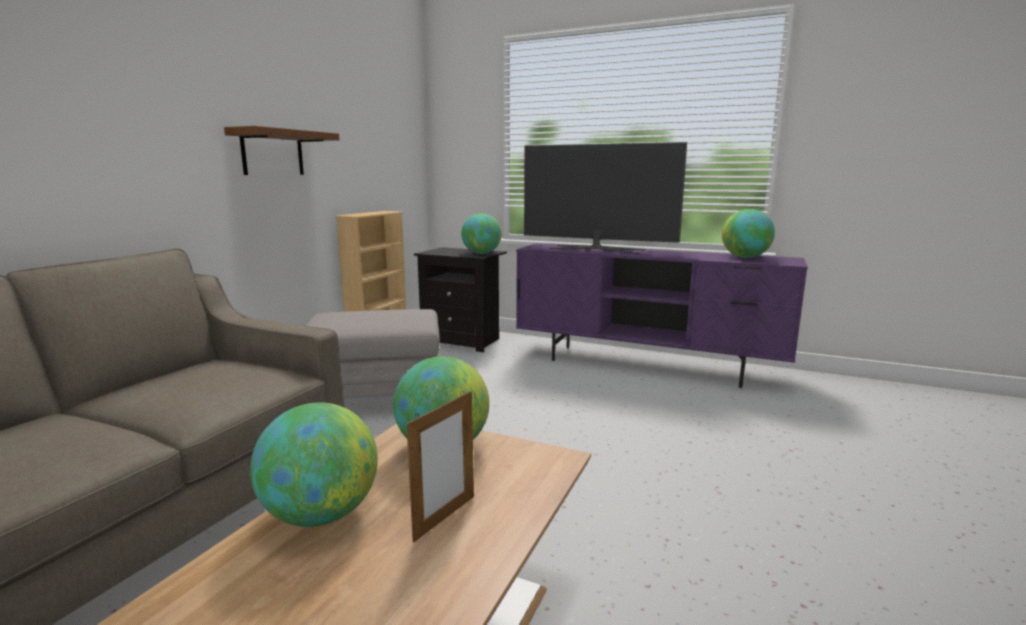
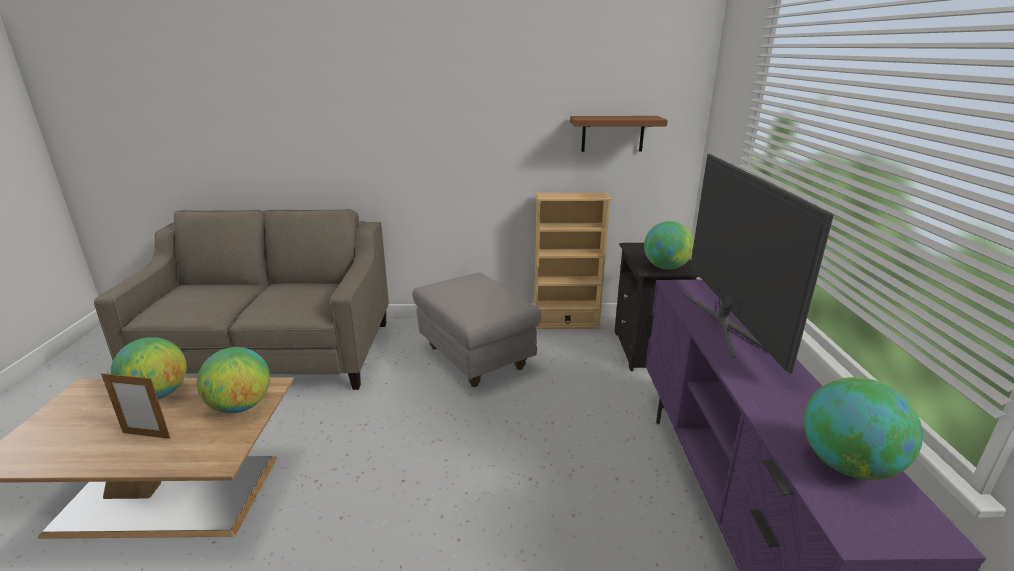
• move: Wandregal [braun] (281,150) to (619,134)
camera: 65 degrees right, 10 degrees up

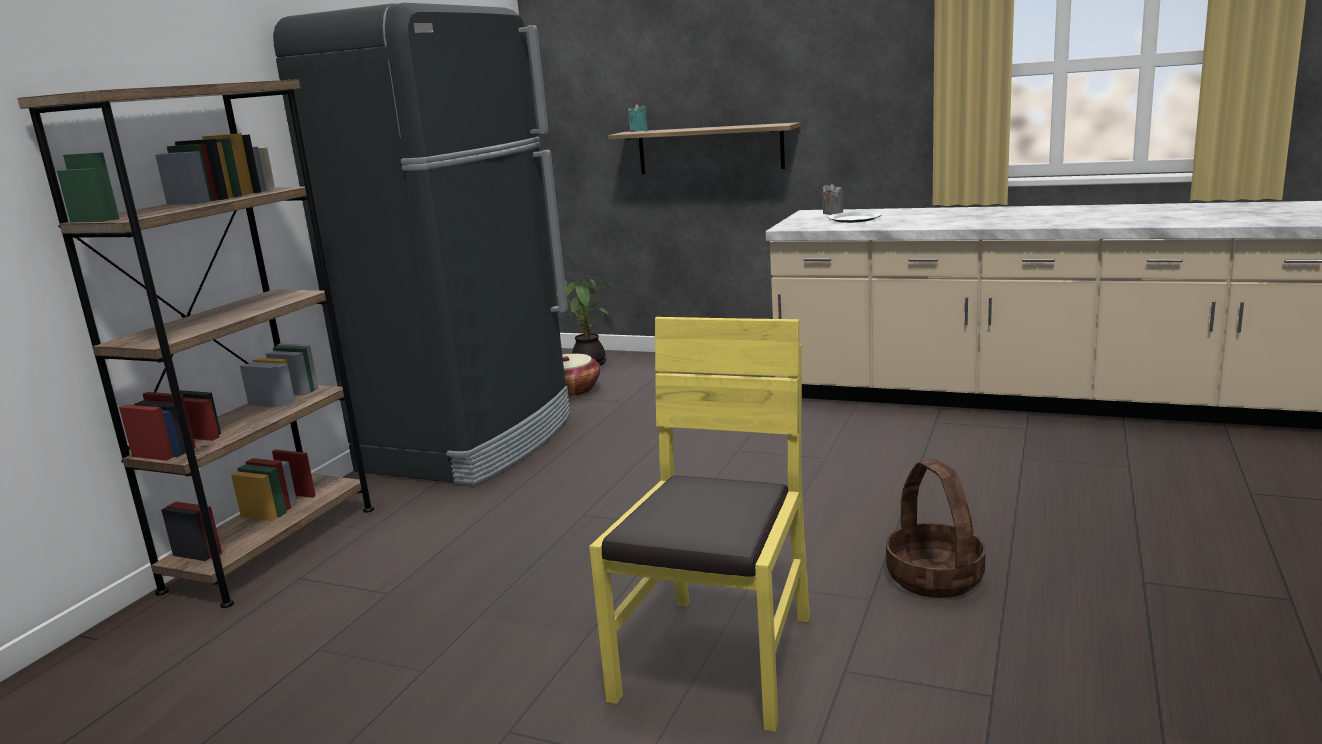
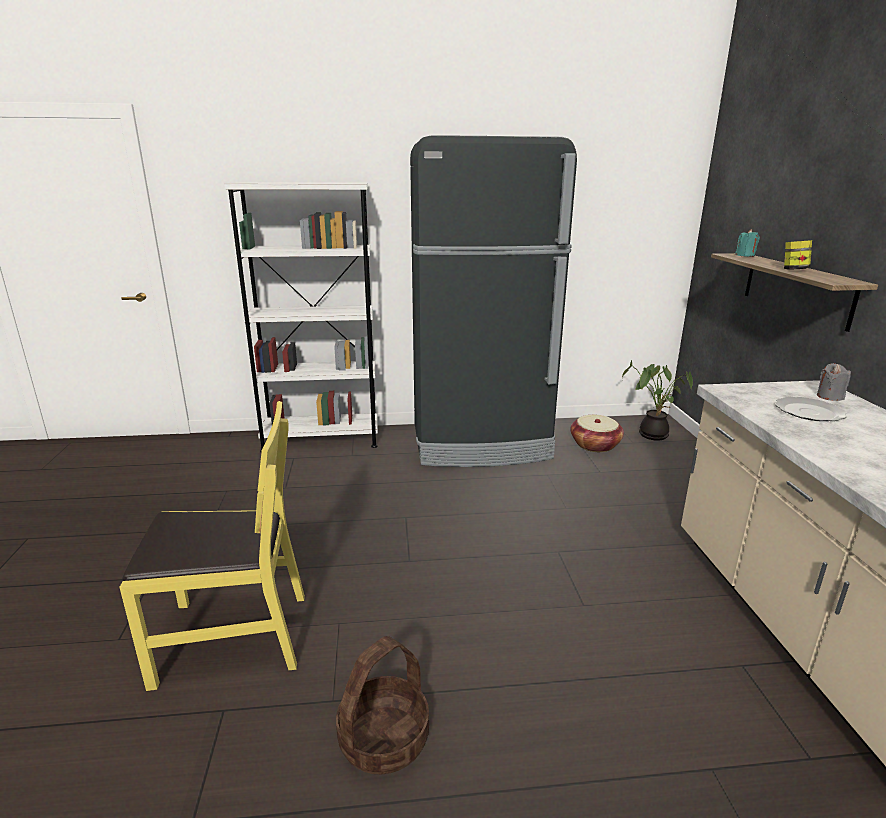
• recolor: Bücherregal [braun] (195,343) to Bücherregal [weiß] (301,317)
• insert: Vorratsglas (798,255)
camera: 60 degrees right, 5 degrees up

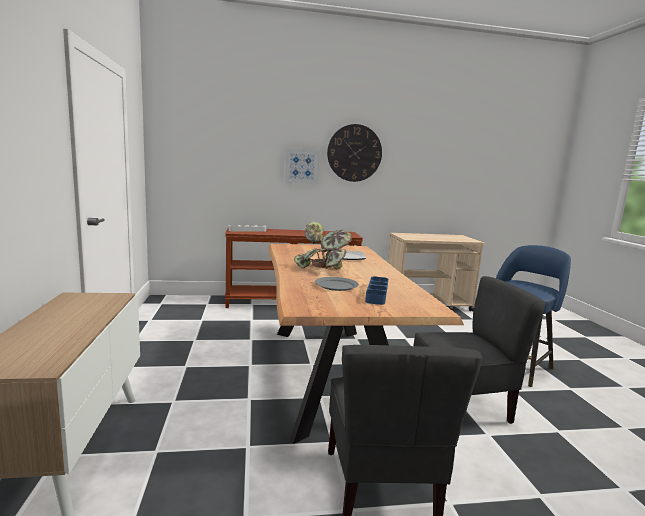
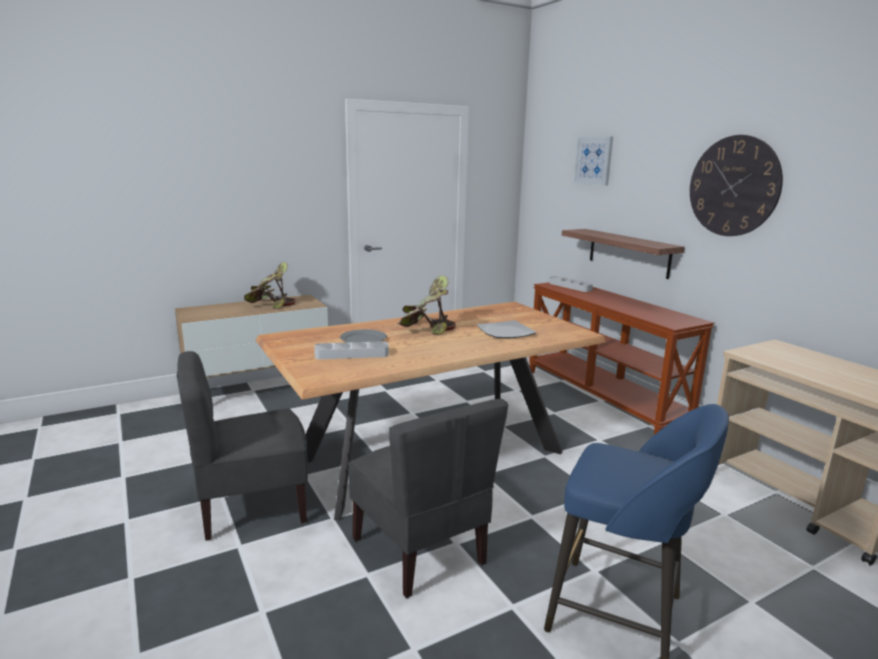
• move: Bild (302,166) to (593,161)
• recolor: Tablett [blau] (376,290) to Tablett [grau] (351,350)
• insert: Topfpflanze (270,285)
• insert: Wandregal (623,254)
camera: 70 degrees right, 5 degrees up

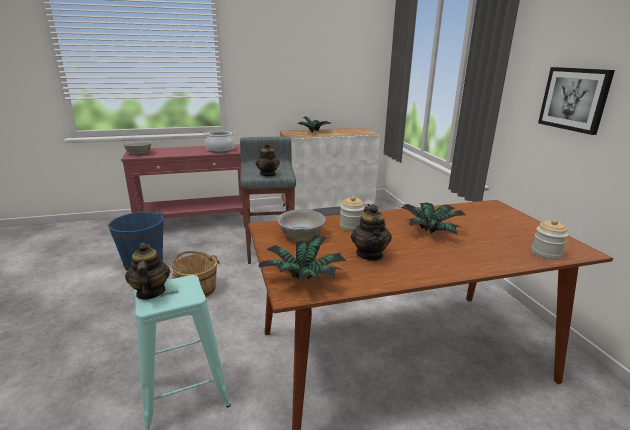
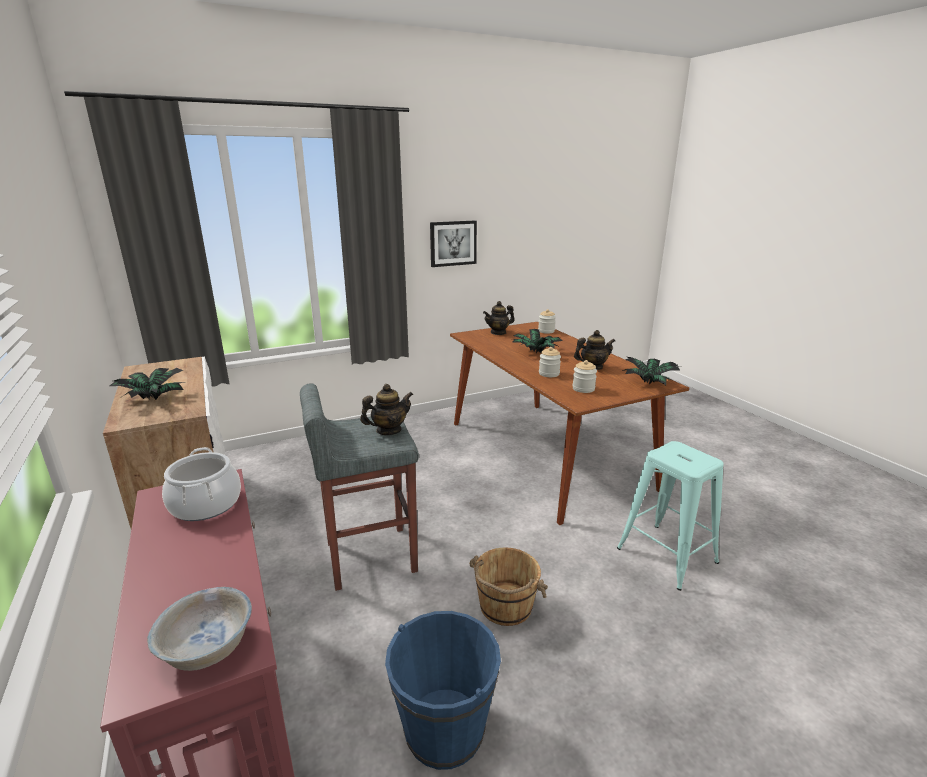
• move: Teekanne (147,271) to (499,318)
• replace: Schüssel [weiß] (301,225) to Vorratsglas (584,376)
camera: 100 degrees left, 0 degrees up

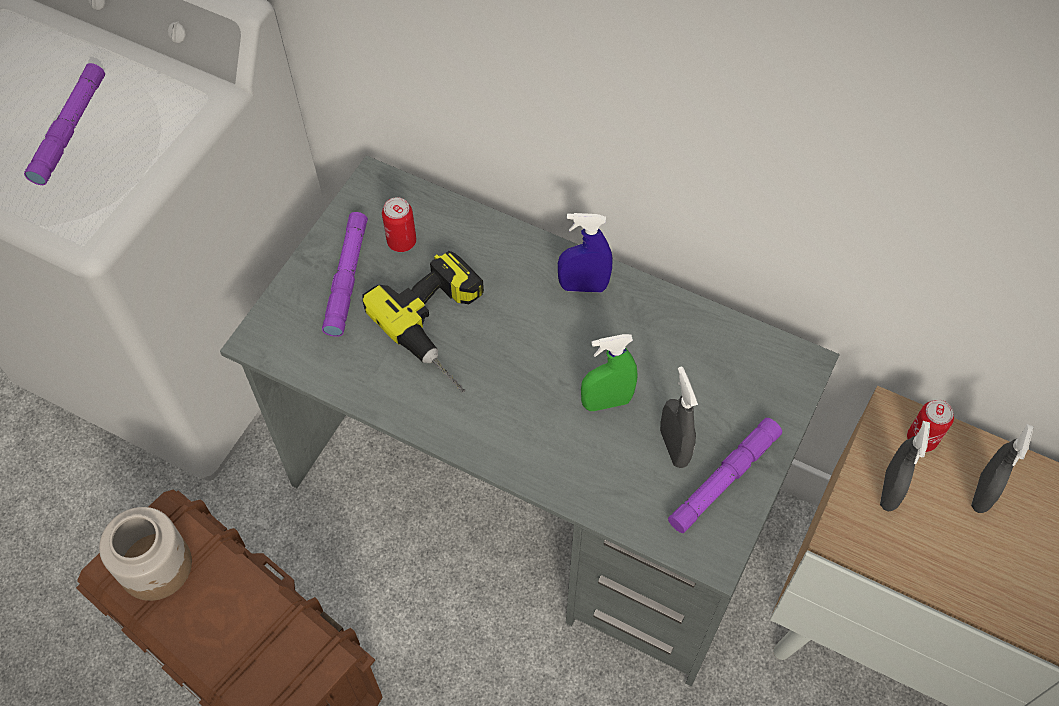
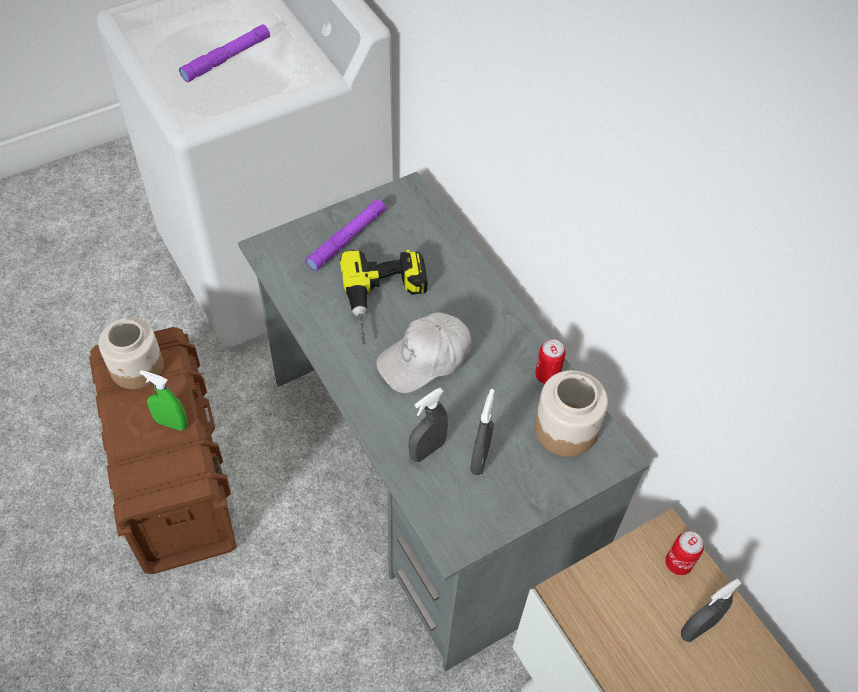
• move: Dose (399,224) to (550,361)
• delete: Sprühflasche [blau] (585,252)
• move: Sprühflasche [grün] (609,372) to (164,400)
• delete: Taschenlampe [lila] (725,475)
• move: Sprühflasche [grau] (905,466) to (428,425)
• insert: Kappe [weiß] (423,352)
• insert: Vorratsglas (571,413)
camera: 30 degrees right, 5 degrees down

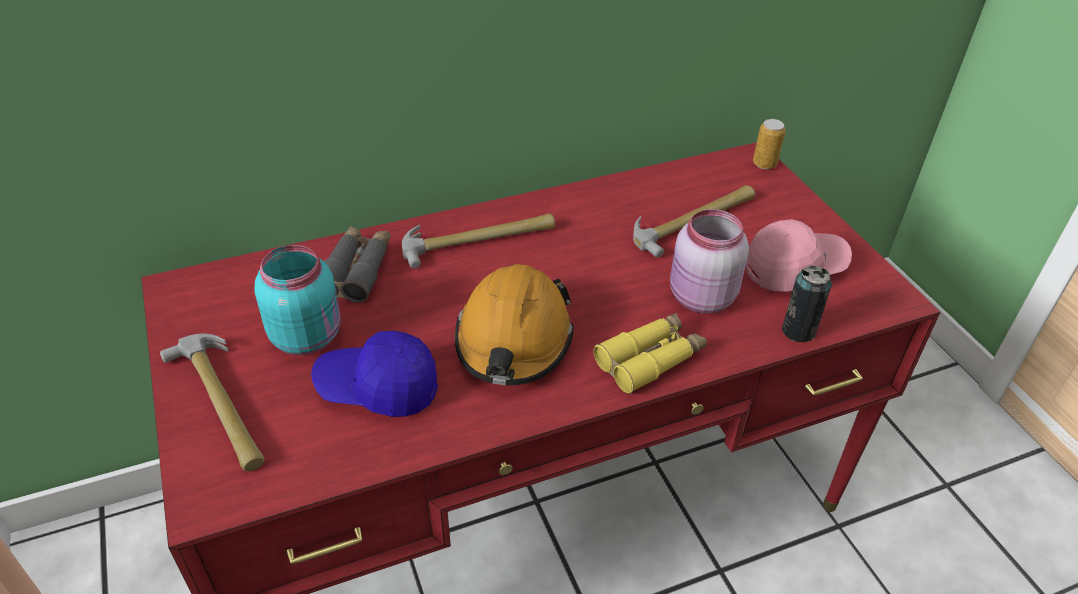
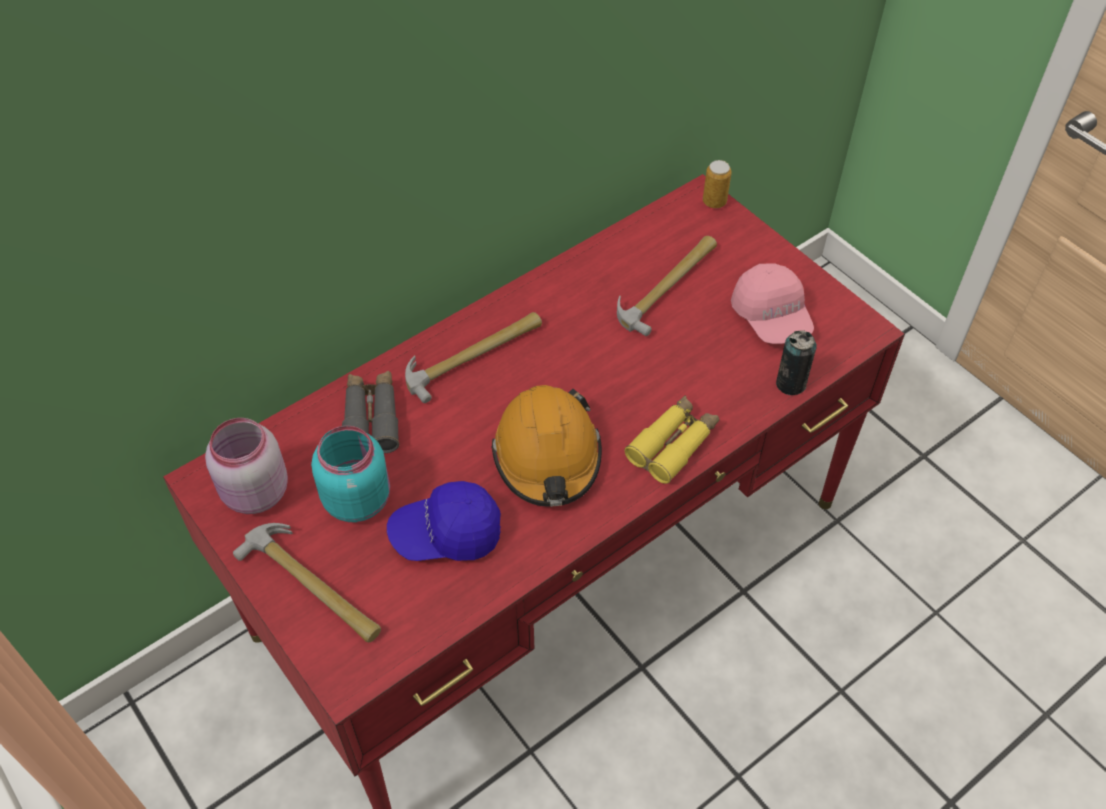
• move: Vorratsglas [rosa] (709,261) to (246,466)
• rotate: Kappe [rosa] (799,255) = (772,303) 105 degrees clockwise
camera: 15 degrees left, 10 degrees up

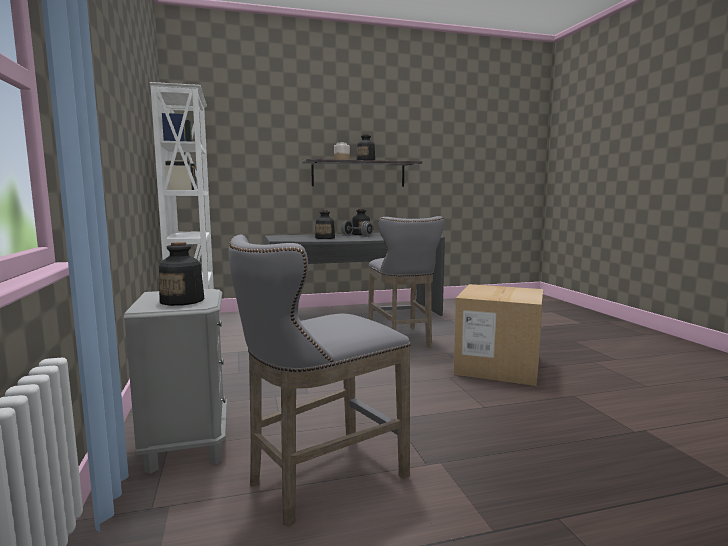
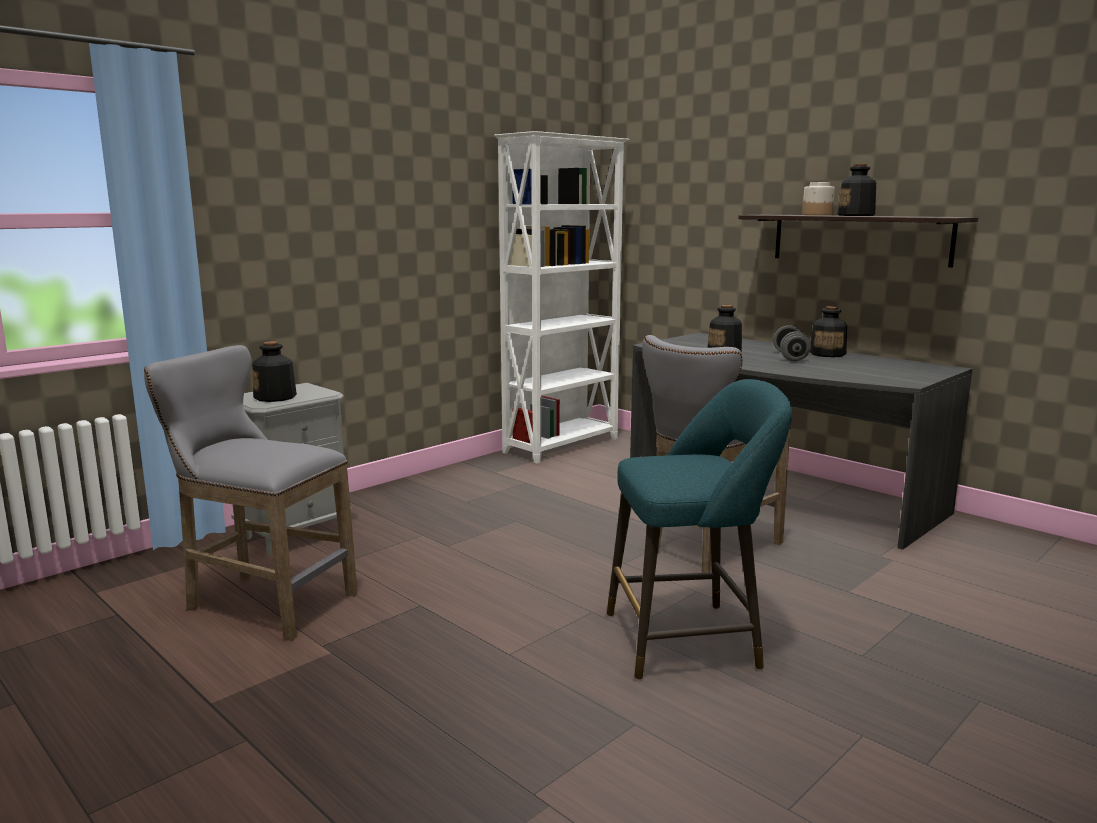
• replace: Karton (498,335) to Hocker [türkis] (699,529)
camera: 60 degrees right, 5 degrees up

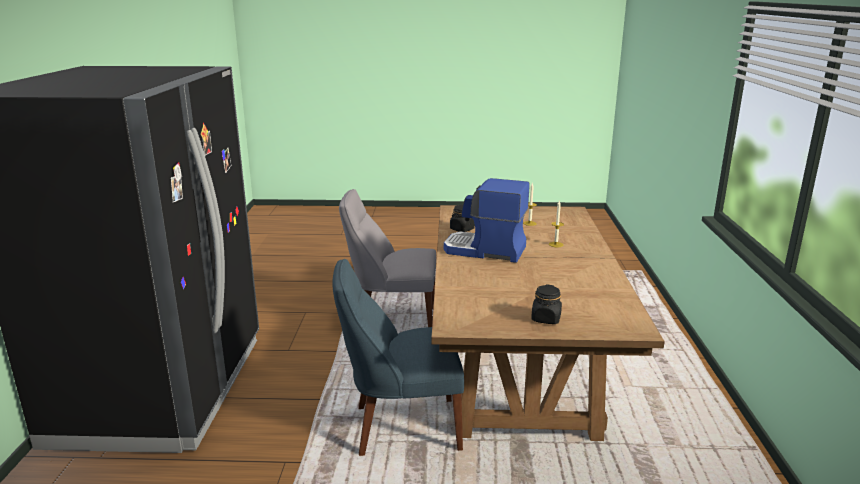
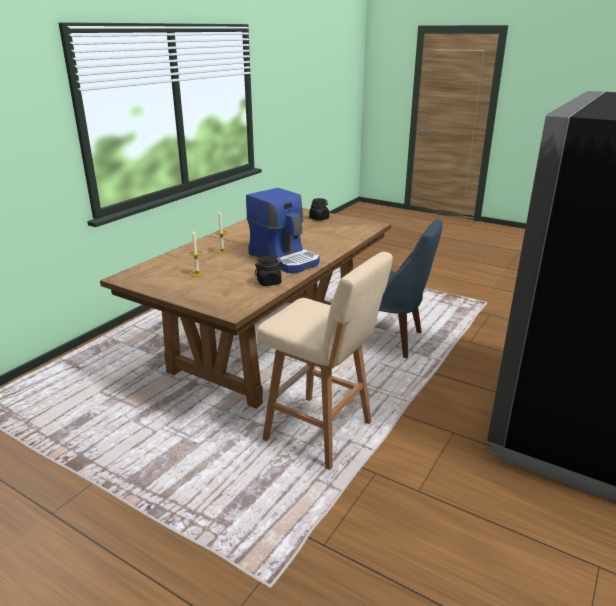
• replace: Stuhl [grau] (387,258) to Hocker [beige] (325,361)
camera: 150 degrees left, 5 degrees up

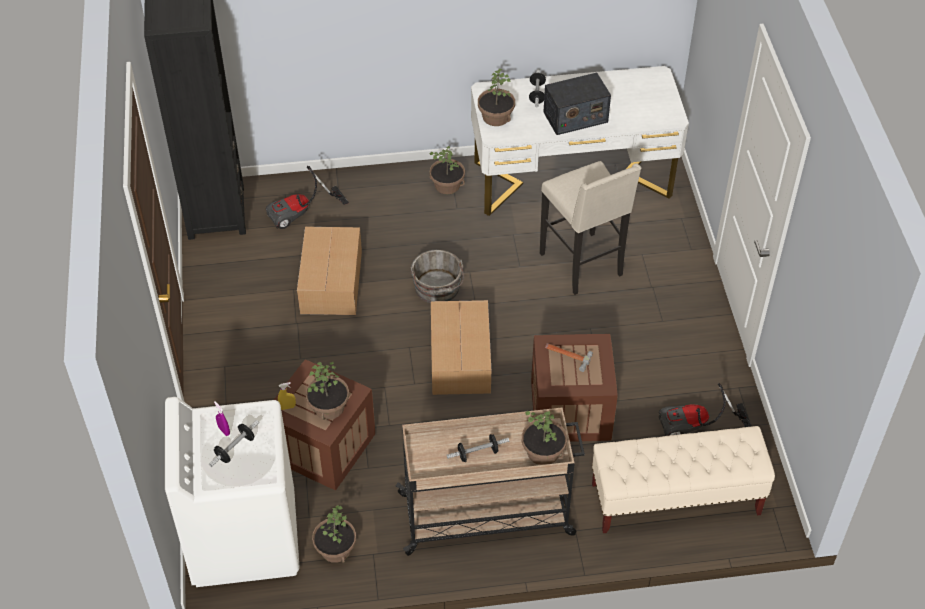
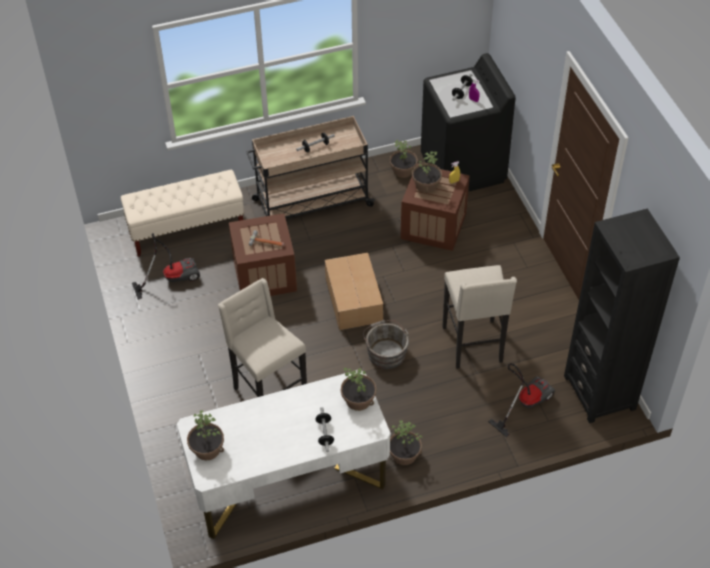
• recolor: Waschmaschine [weiß] (232,492) to Waschmaschine [schwarz] (468,122)
• replace: Karton (329,270) to Hocker [beige] (480,317)
• move: Topfpflanze (544,438) to (205,435)
• delete: Radio (577,104)
camera: 170 degrees right, 0 degrees up

